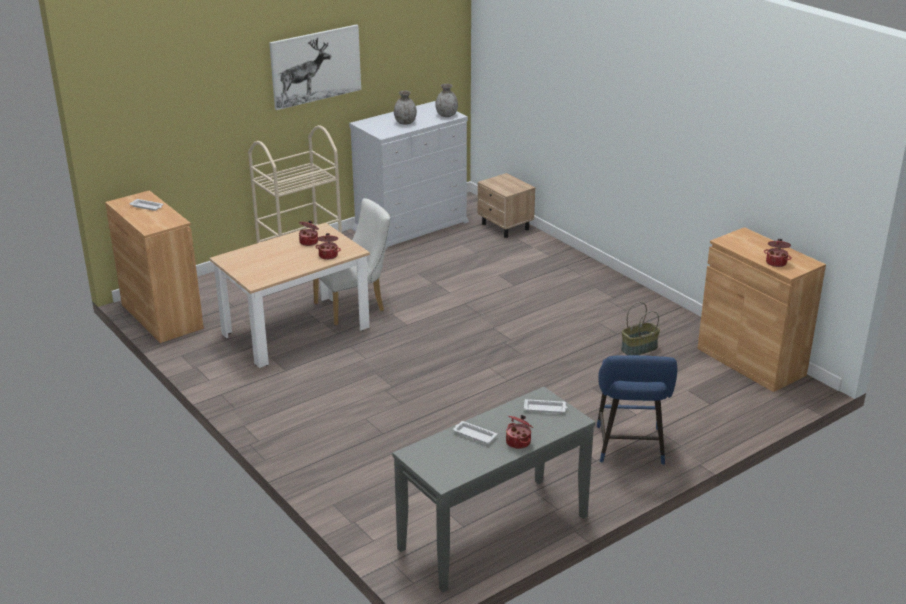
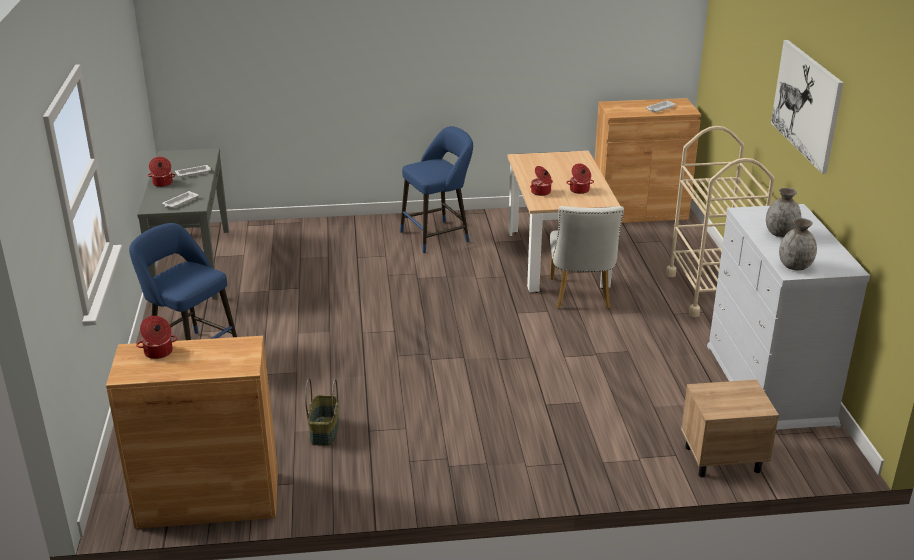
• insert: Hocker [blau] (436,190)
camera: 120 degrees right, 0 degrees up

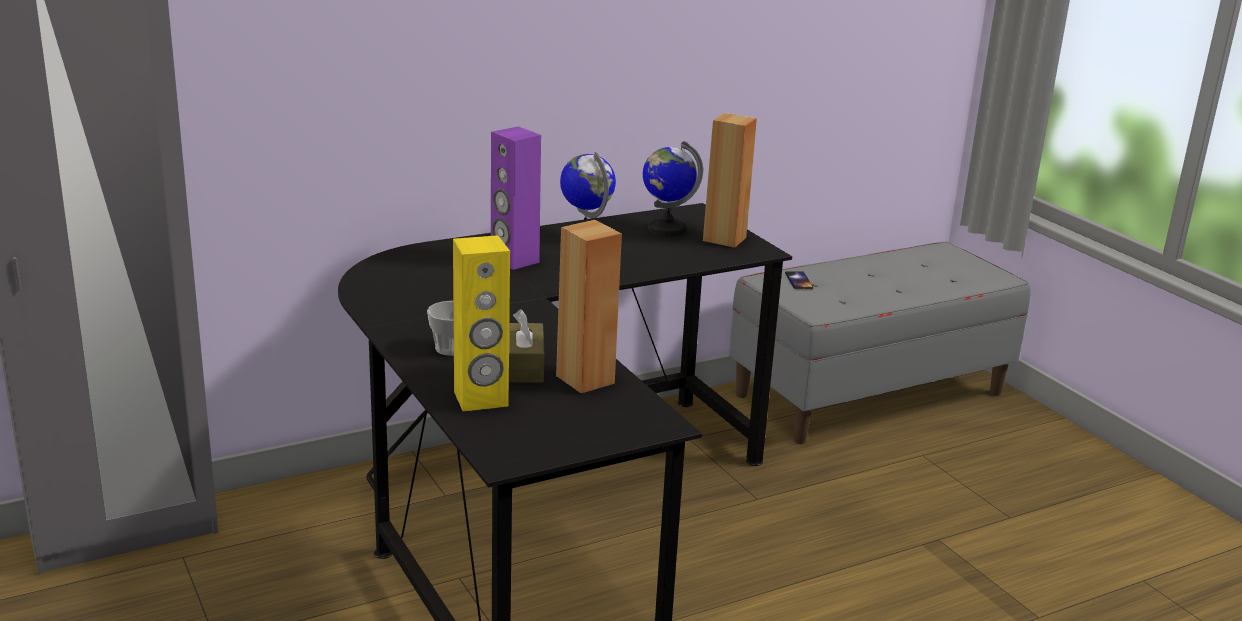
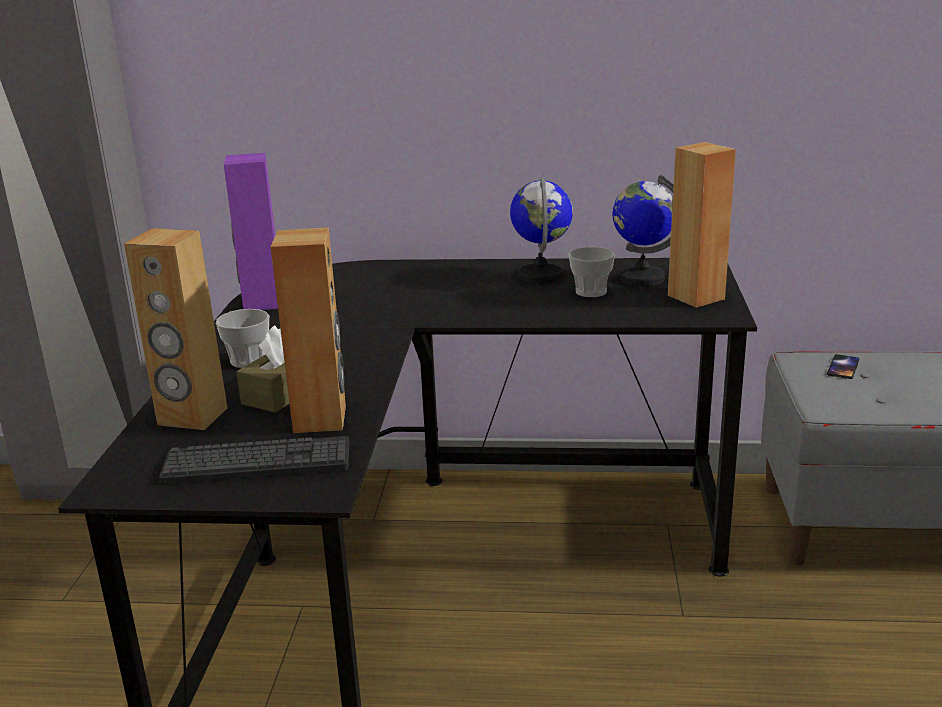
• recolor: Lautsprecher [gelb] (481,323) to Lautsprecher [braun] (176,329)
• move: Lautsprecher [lila] (516,198) to (251,231)
• insert: Tastatur (254,460)
• insert: Tasse (592,272)
camera: 35 degrees right, 0 degrees up

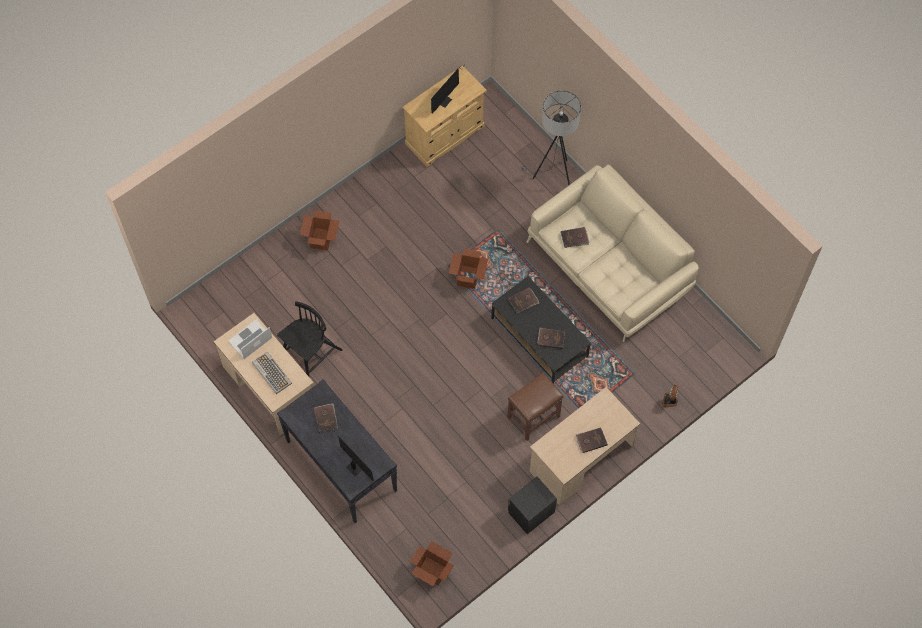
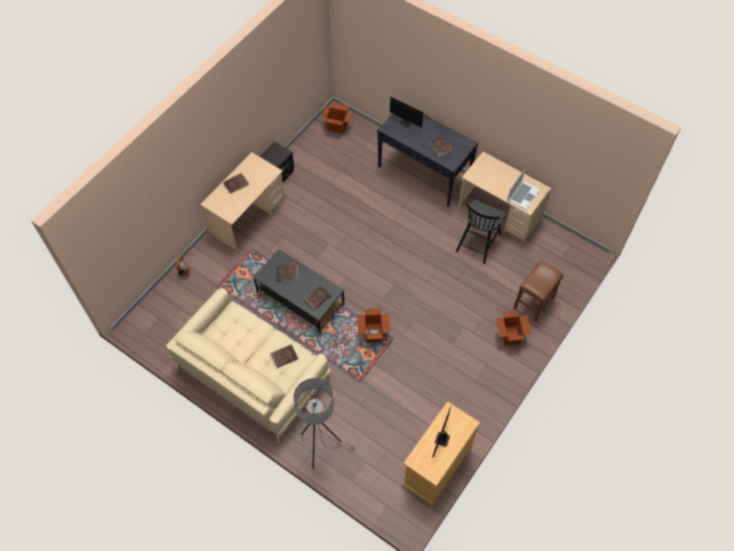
• delete: Tastatur (272,373)
• move: Hocker [braun] (535,407) to (538,291)
camera: 165 degrees right, 5 degrees down

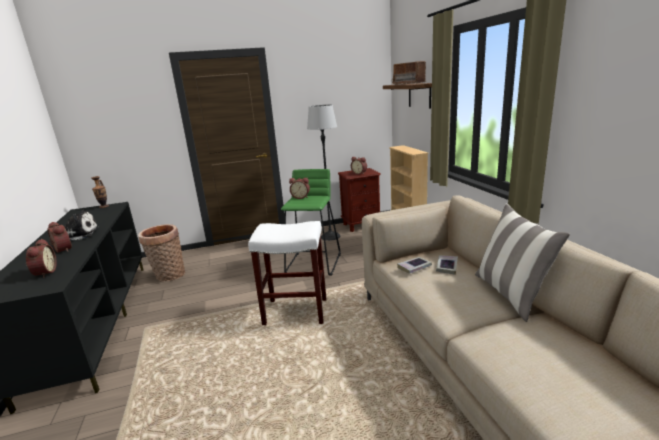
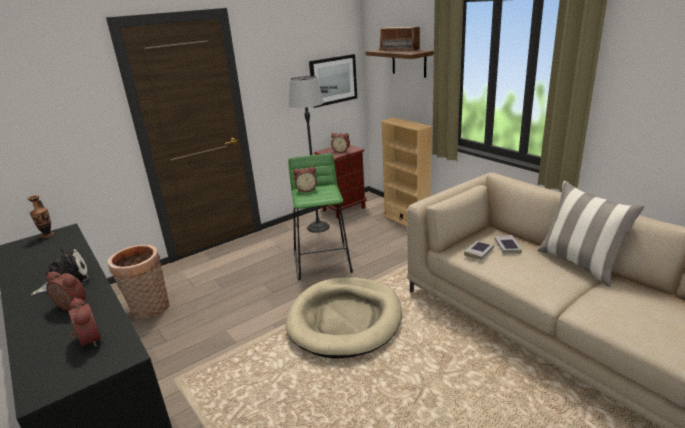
• replace: Hocker [weiß] (287,273) to Hundebett [beige] (343,318)
• insert: Bild (333,81)
camera: 20 degrees left, 5 degrees up

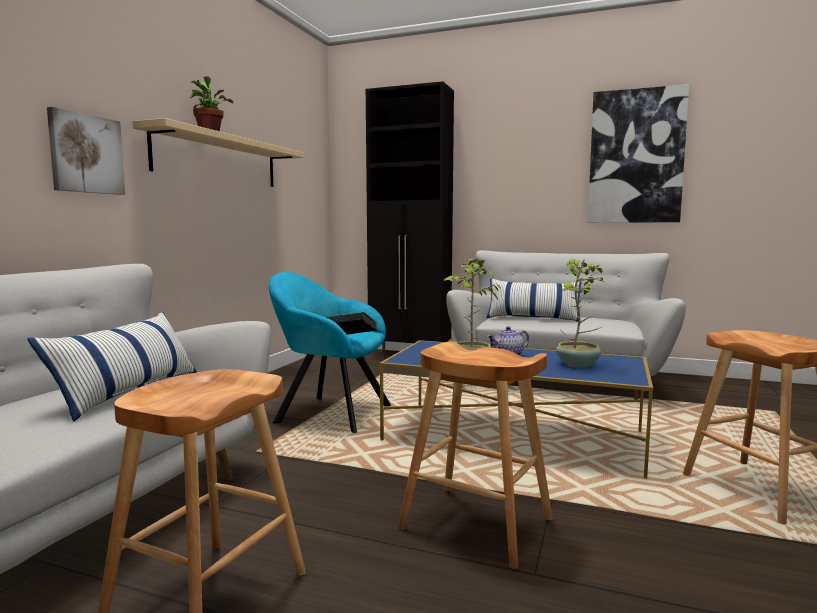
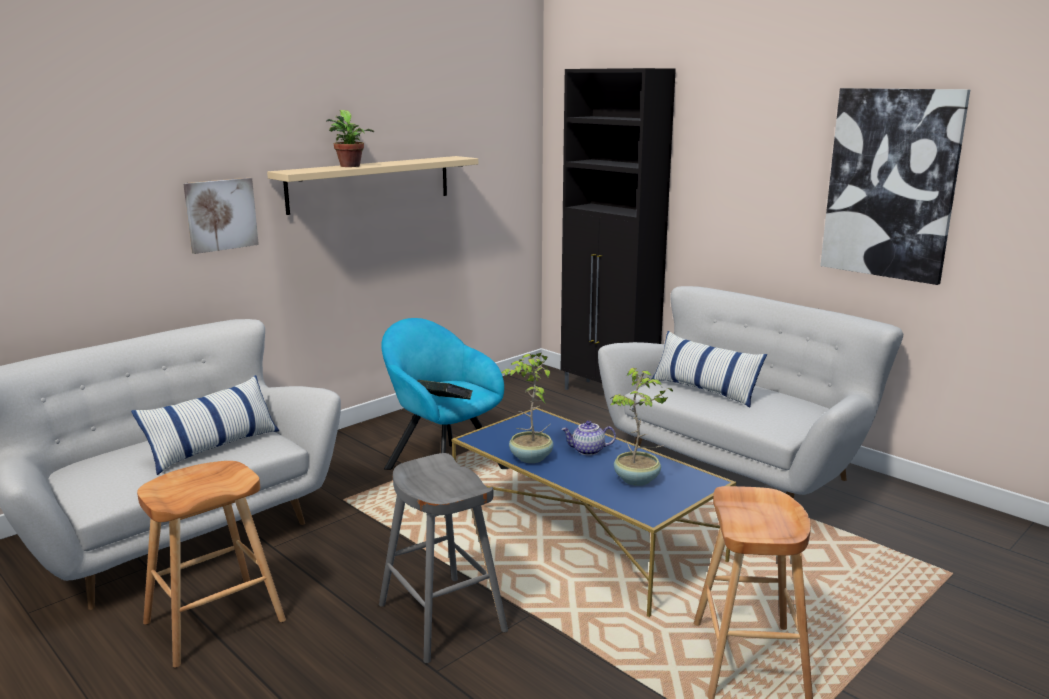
• recolor: Hocker [braun] (475,455) to Hocker [grau] (443,558)
camera: 25 degrees right, 10 degrees up

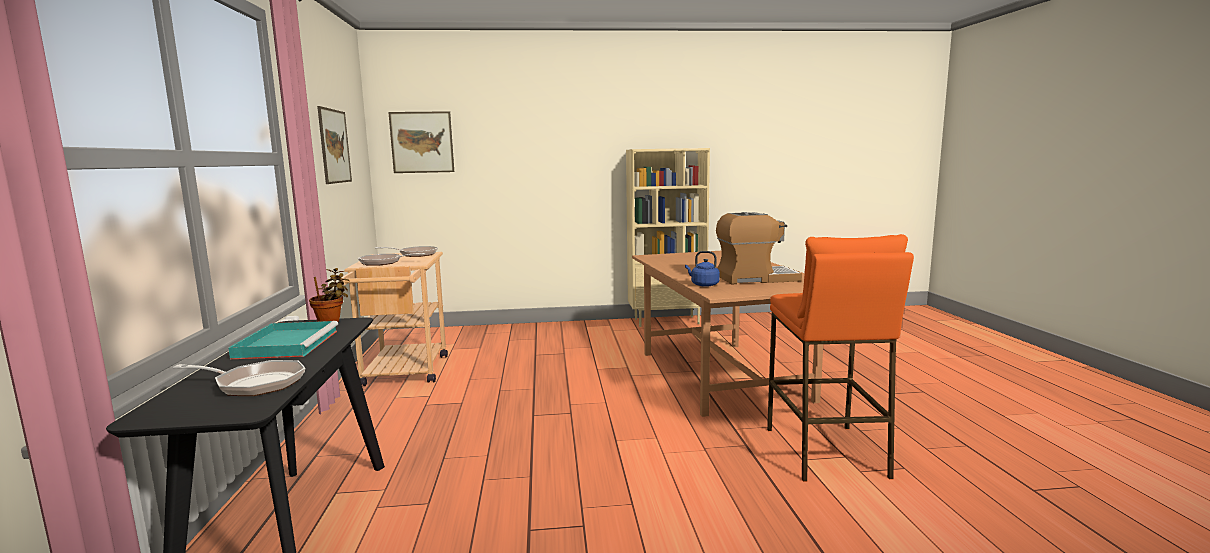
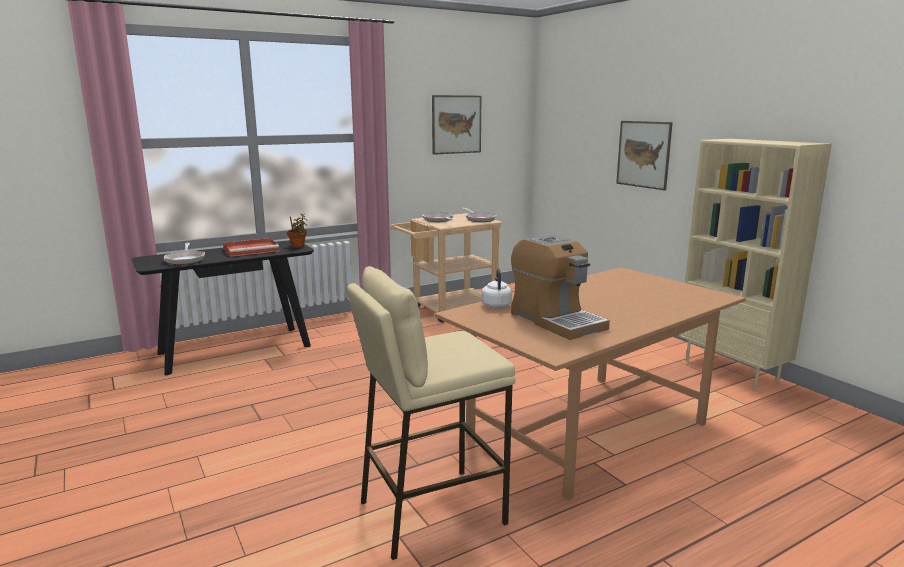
• recolor: Tablett [türkis] (283,340) to Tablett [rot] (251,247)
• move: Bild (421,142) to (644,155)
• recolor: Wasserkessel [blau] (702,269) to Wasserkessel [weiß] (497,288)
• recolor: Hocker [orange] (840,358) to Hocker [beige] (431,413)
camera: 65 degrees right, 5 degrees up

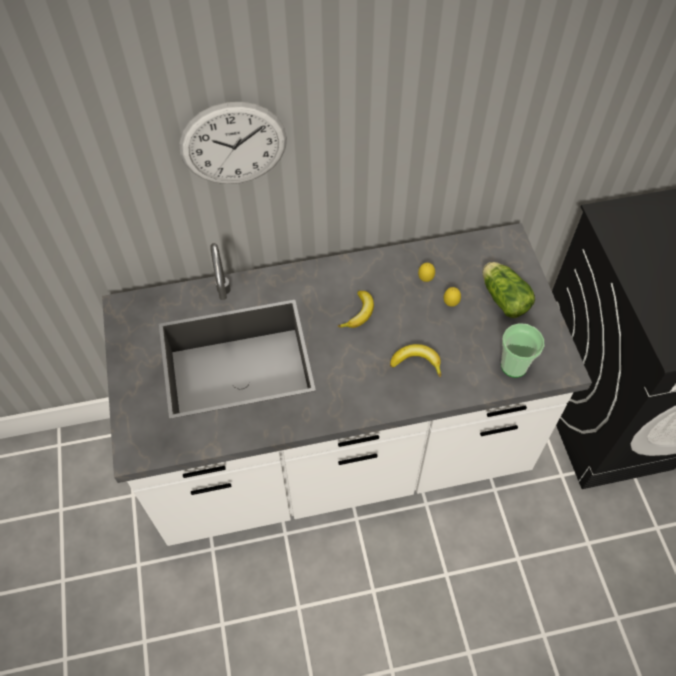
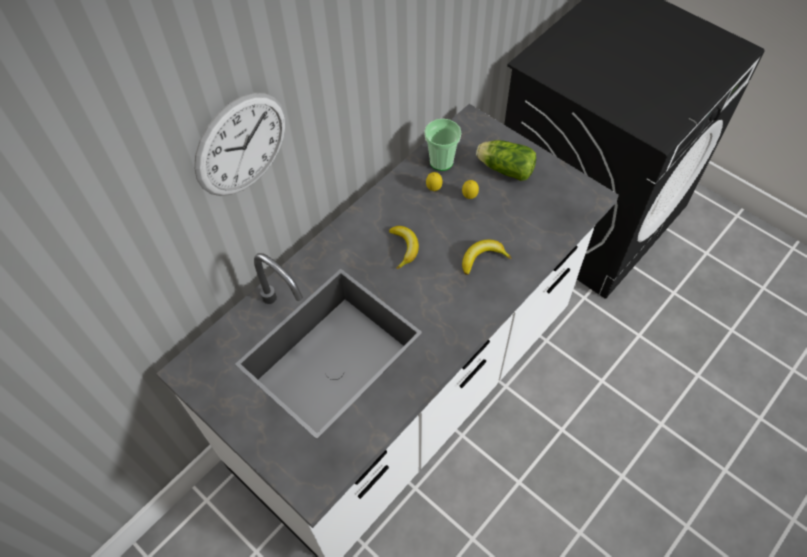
• move: Tasse (522,350) to (442,145)
camera: 35 degrees left, 0 degrees up

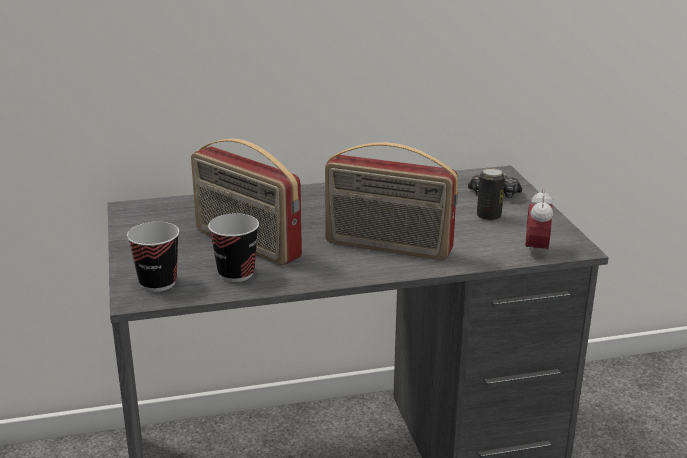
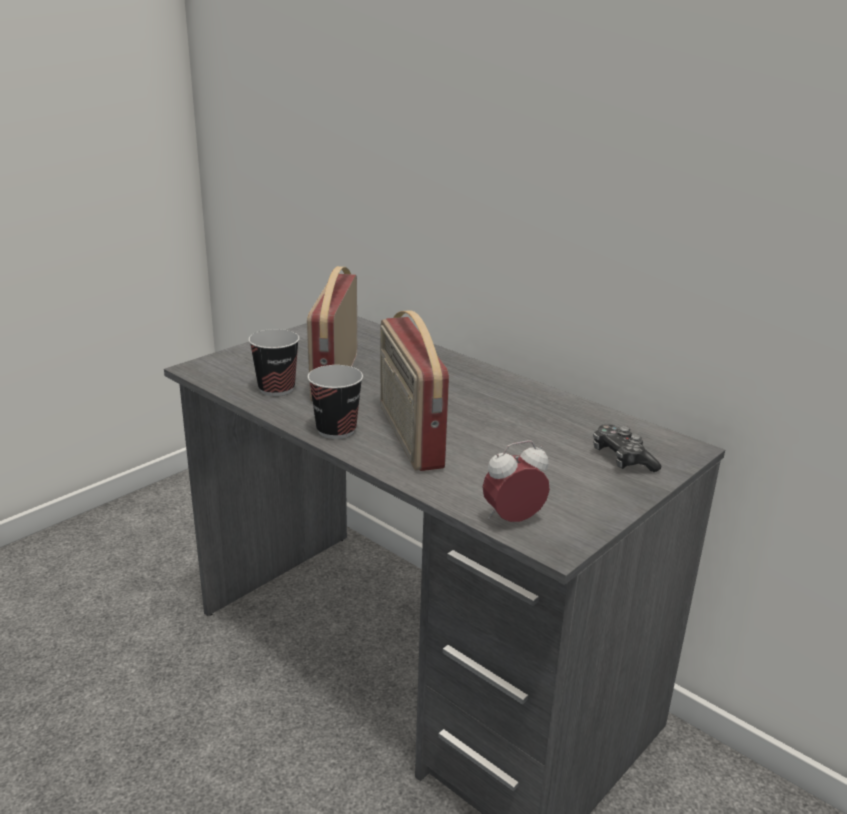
• move: Tasse (153,257) to (335,402)
• delete: Dose (491,194)
camera: 55 degrees right, 0 degrees up

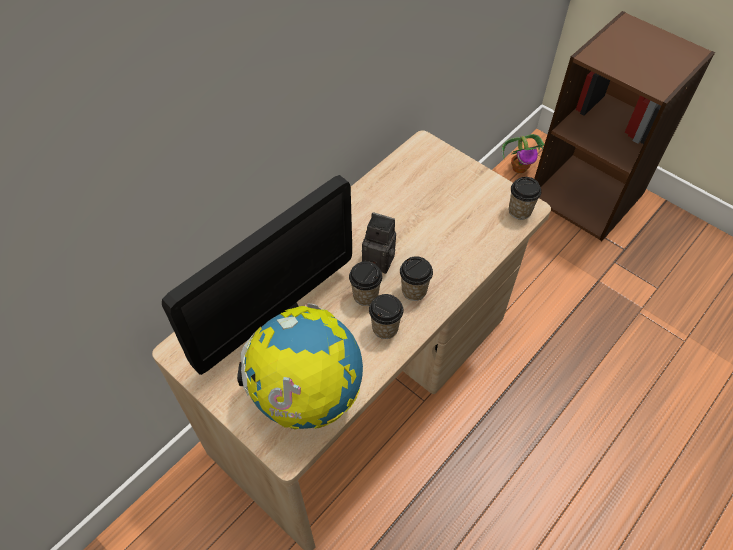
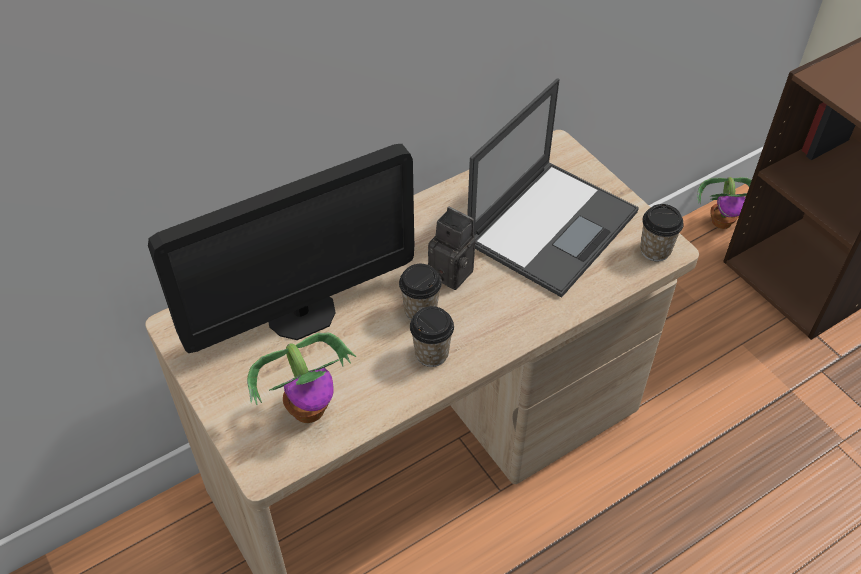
• replace: Globus (300,366) to Topfpflanze (302,378)
• delete: Tasse (416,278)
• insert: Laptop (553,188)
camera: 15 degrees right, 5 degrees down

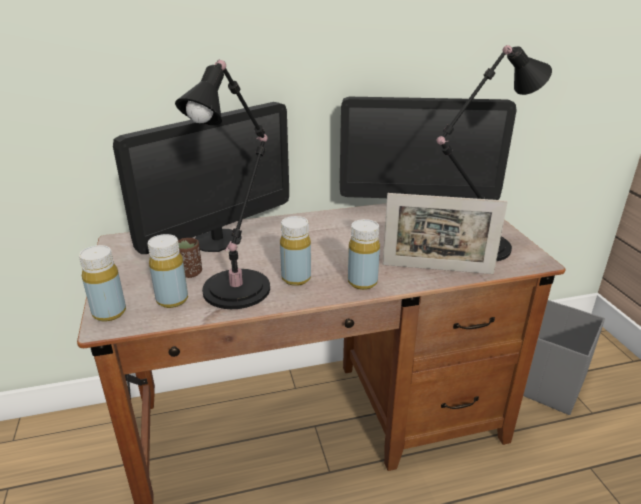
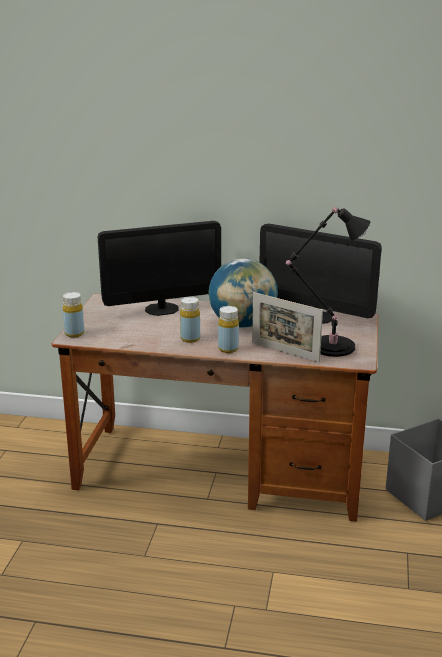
• delete: Flasche [gelb] (168,271)
• delete: Tischlampe [schwarz] (222,184)
• delete: Tasse [braun] (190,258)
• insert: Globus (243,293)
camera: 25 degrees right, 5 degrees down

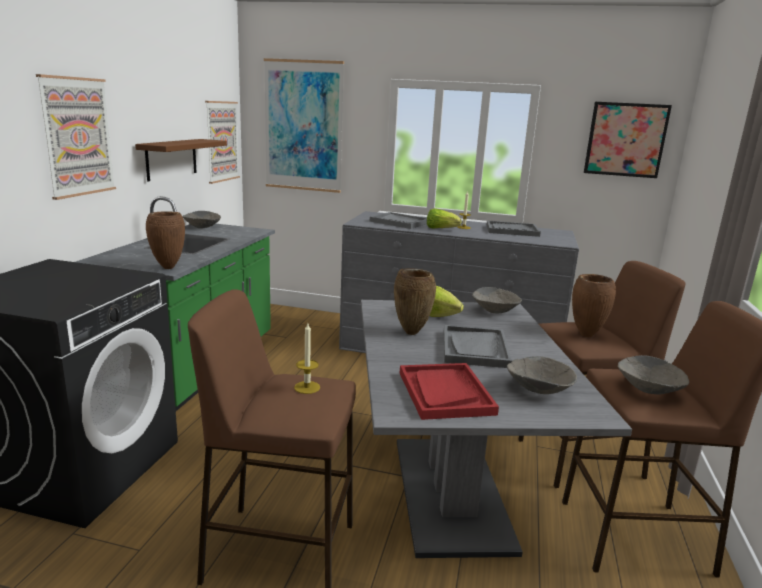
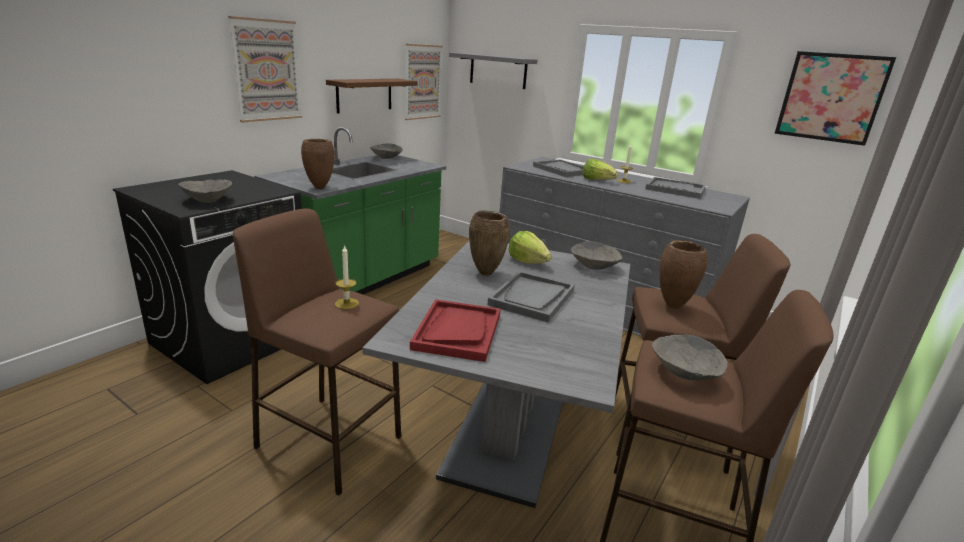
• replace: Bild (304,125) to Wandregal [grau] (493,71)
• move: Schüssel [grau] (542,375) to (205,191)
camera: 20 degrees right, 5 degrees up

